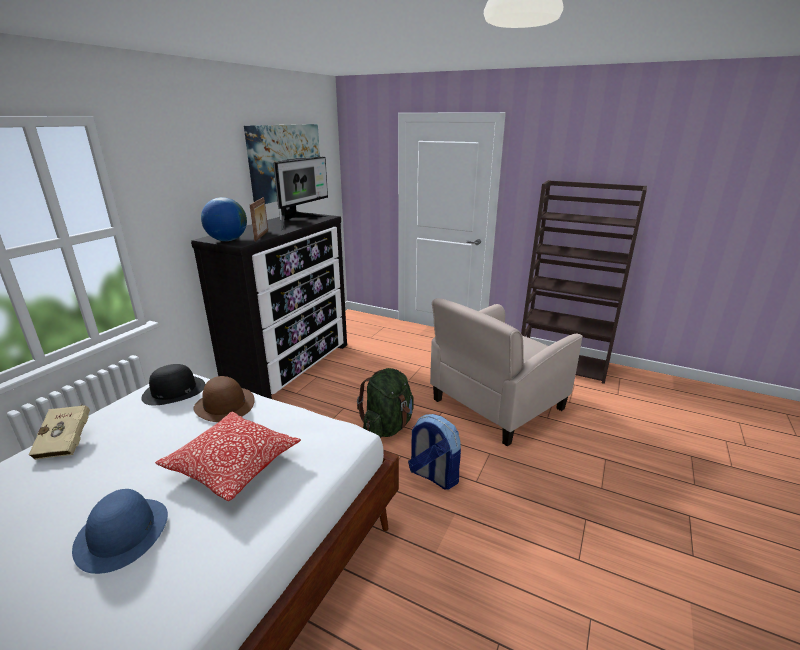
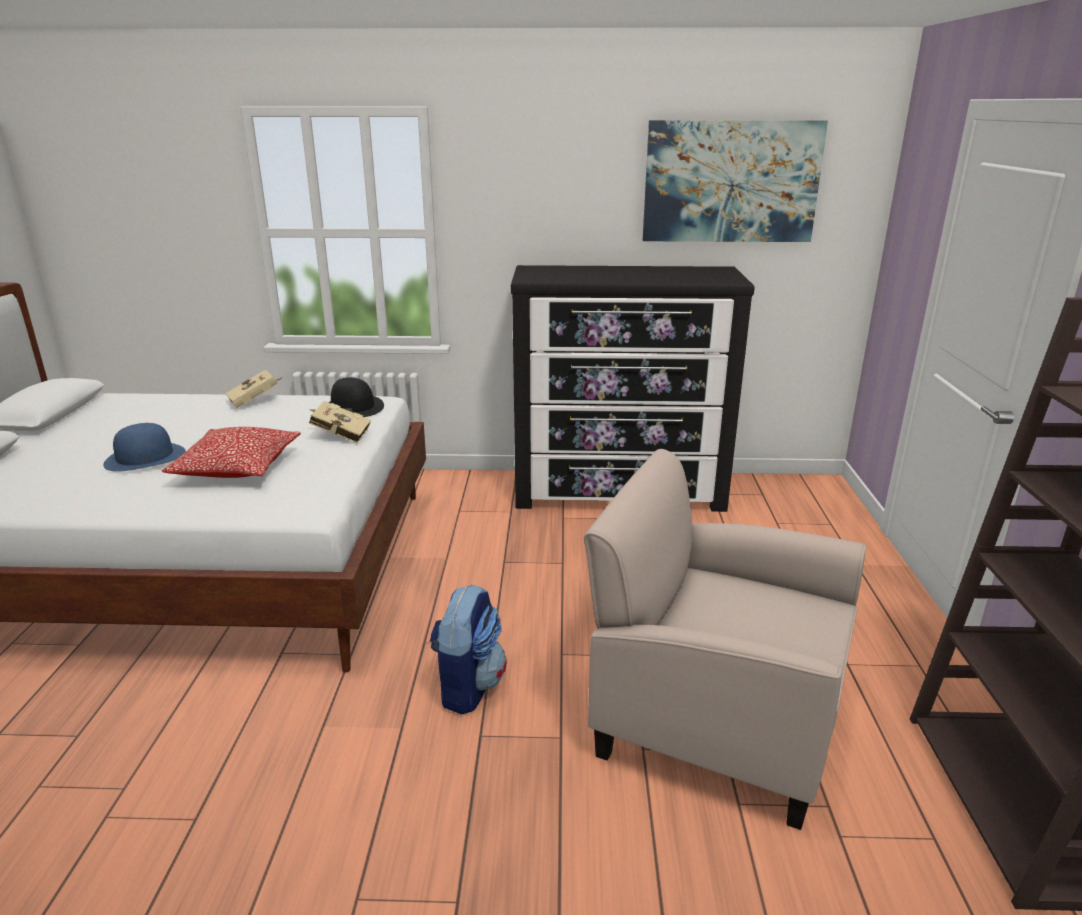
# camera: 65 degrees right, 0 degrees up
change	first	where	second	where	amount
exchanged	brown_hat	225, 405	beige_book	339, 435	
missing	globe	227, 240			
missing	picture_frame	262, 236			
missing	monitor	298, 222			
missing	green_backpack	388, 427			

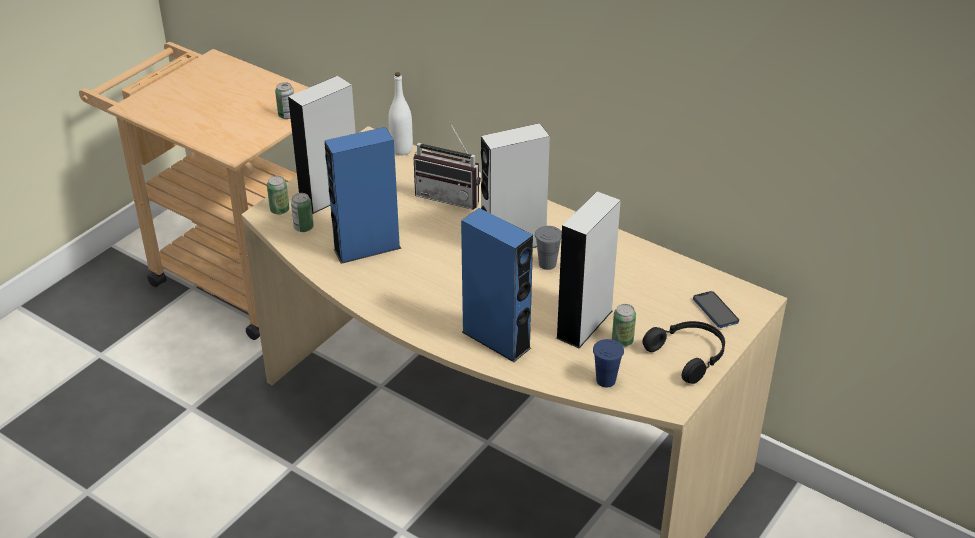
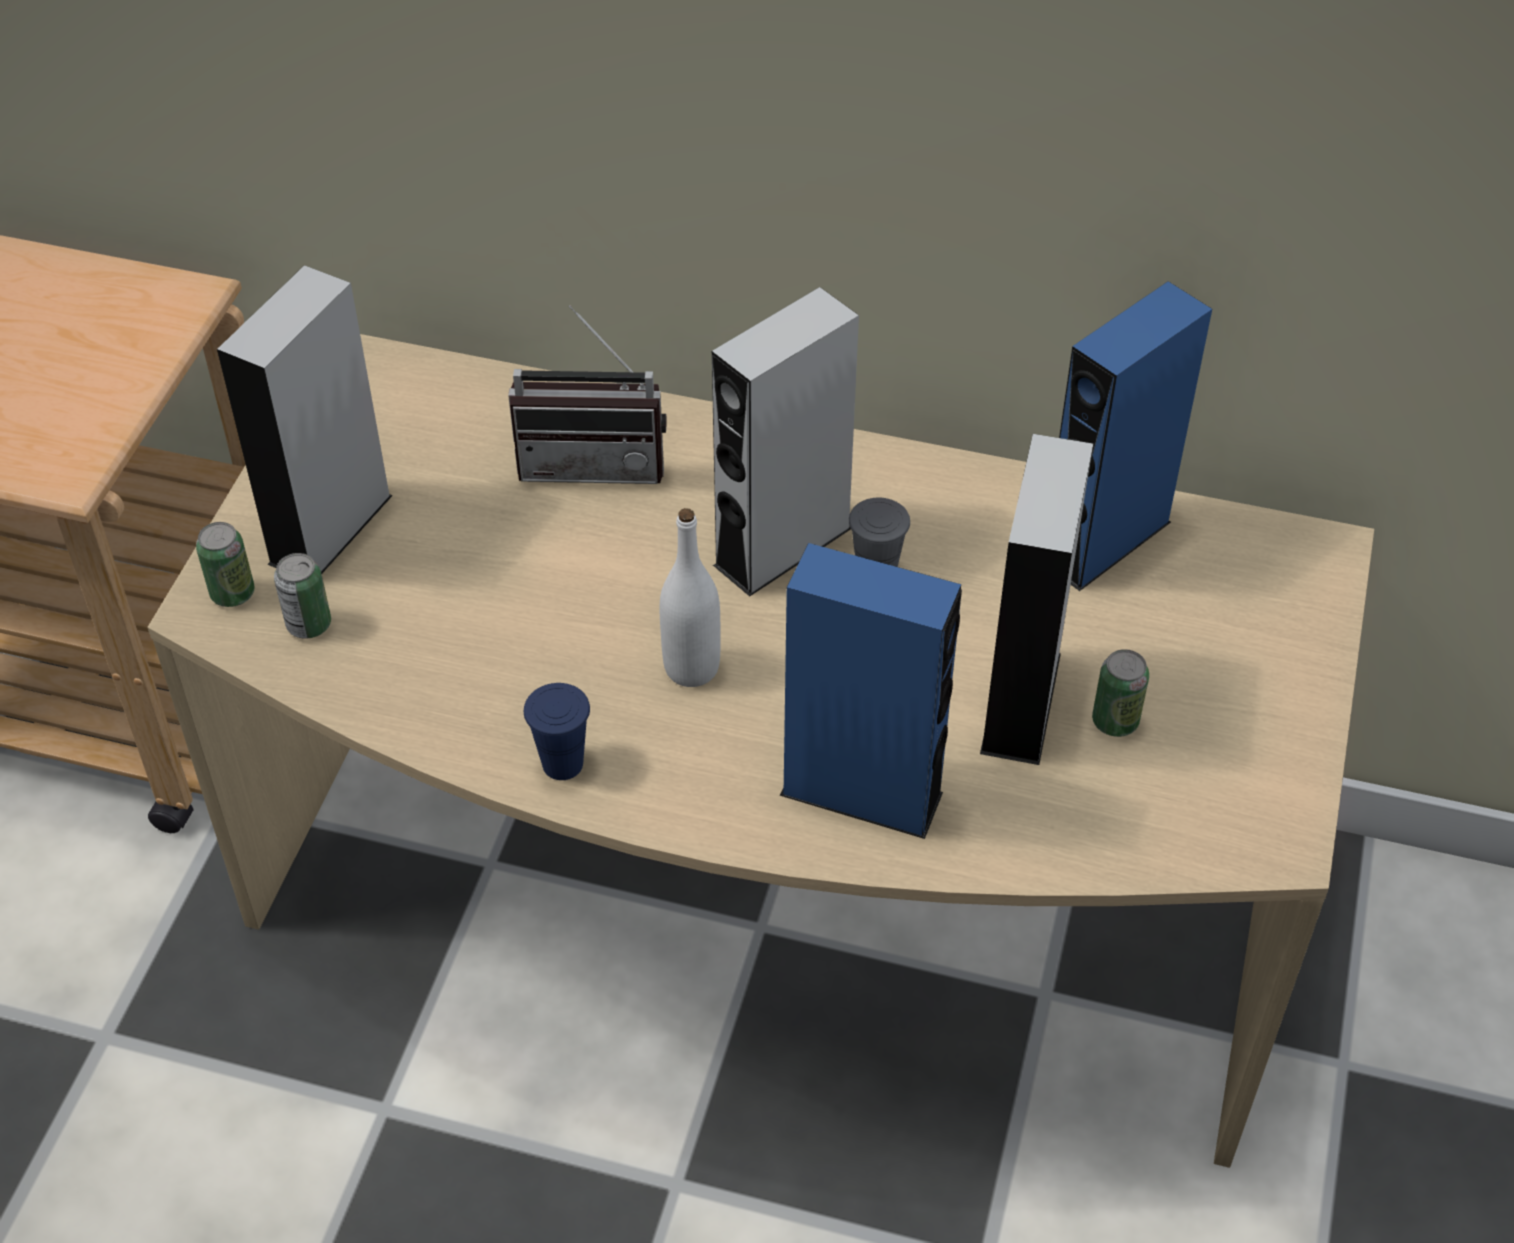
# camera: 20 degrees left, 10 degrees up
change	first	where	second	where	amount
missing	can	287, 115			
relocated	blue_speaker	367, 248		1104, 541	
relocated	white_bottle	401, 150		691, 668	
relocated	blue_cup	606, 380		562, 764	
missing	black_headphones	689, 355			
missing	phone	715, 310			

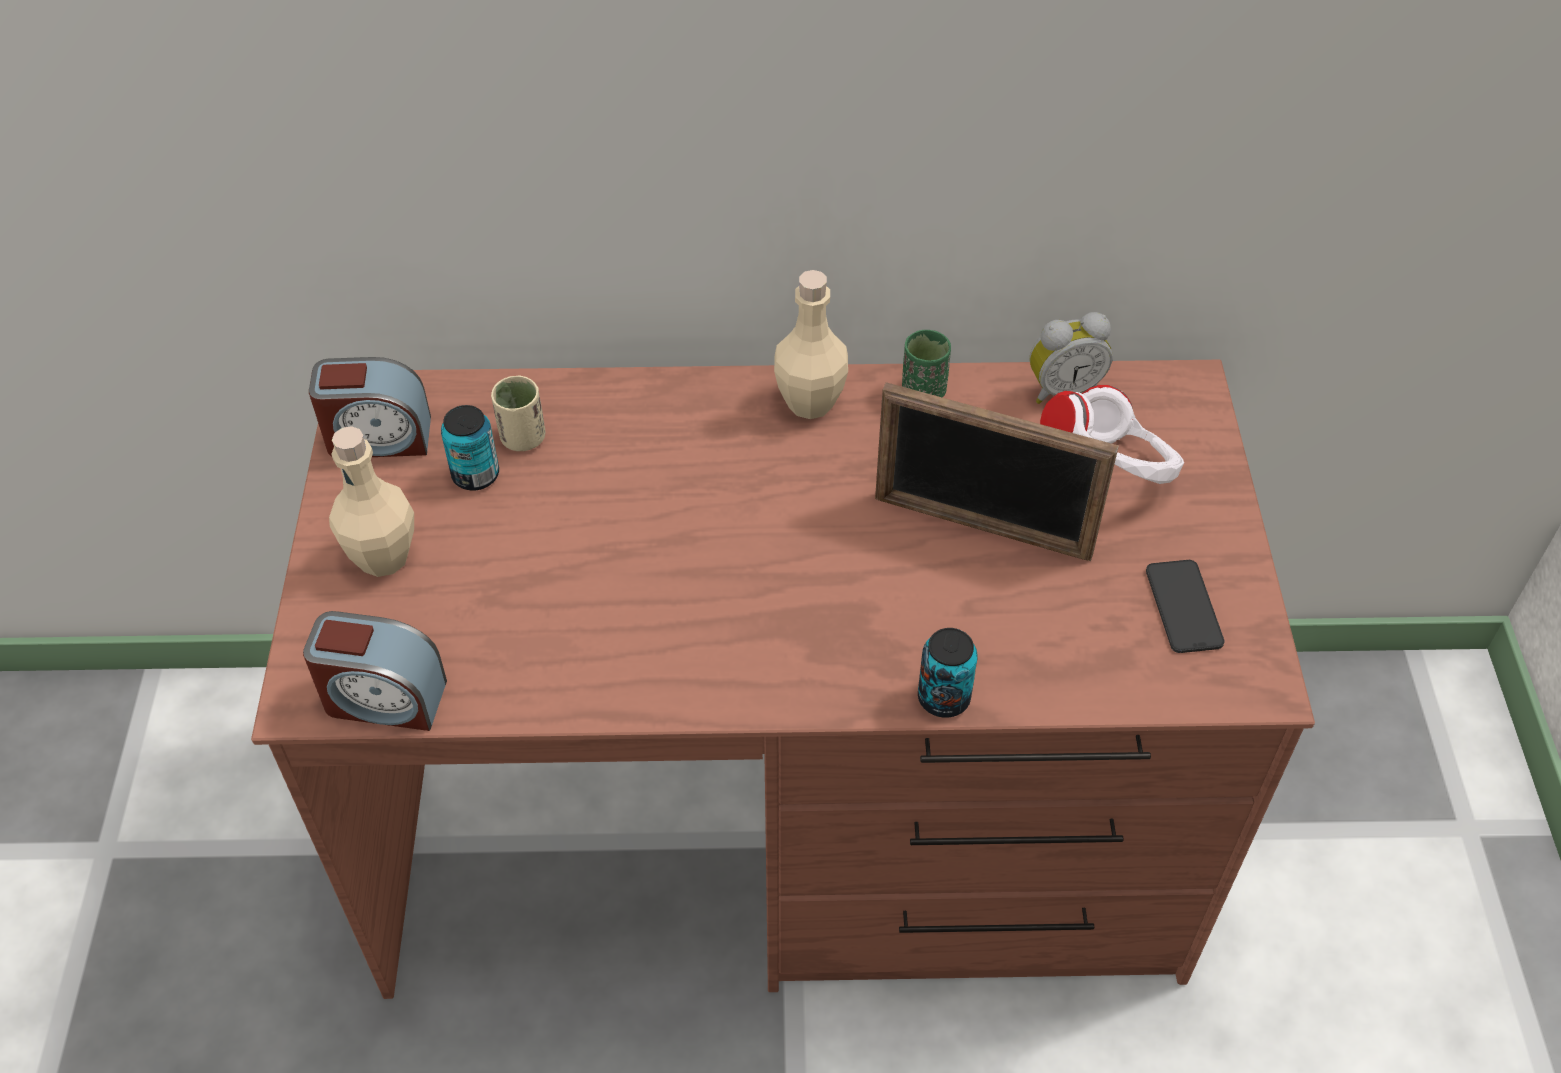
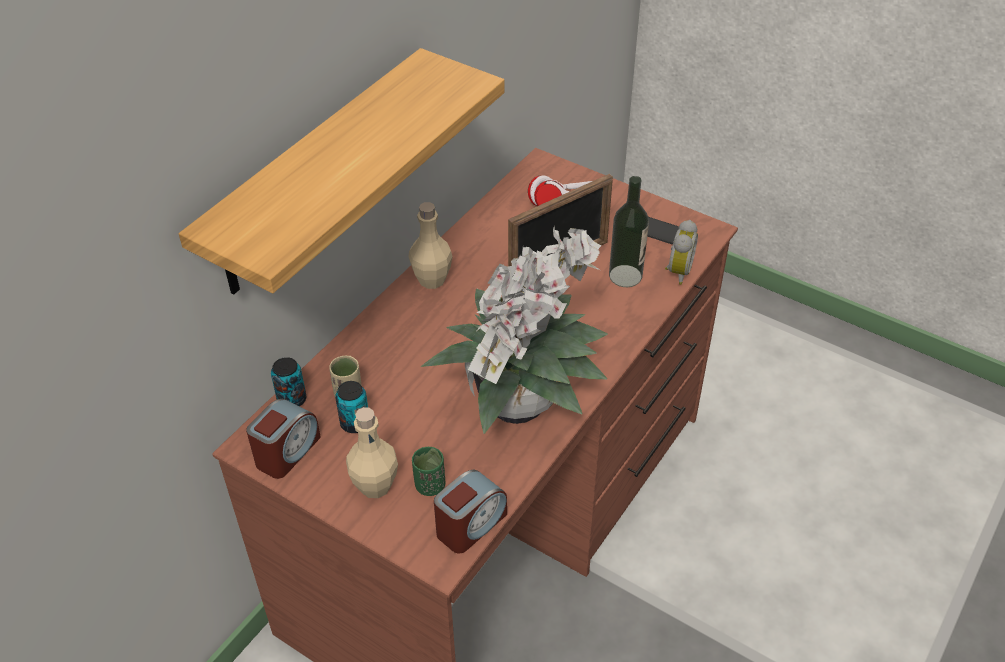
# camera: 55 degrees left, 5 degrees down
change	first	where	second	where	amount
relocated	green_cup	923, 391		430, 485	
relocated	can	943, 698		292, 399	
relocated	alarm_clock	1062, 388		677, 271	
appeared			shelf	317, 174	
appeared			potted_plant	522, 404	
appeared			bottle	625, 276	

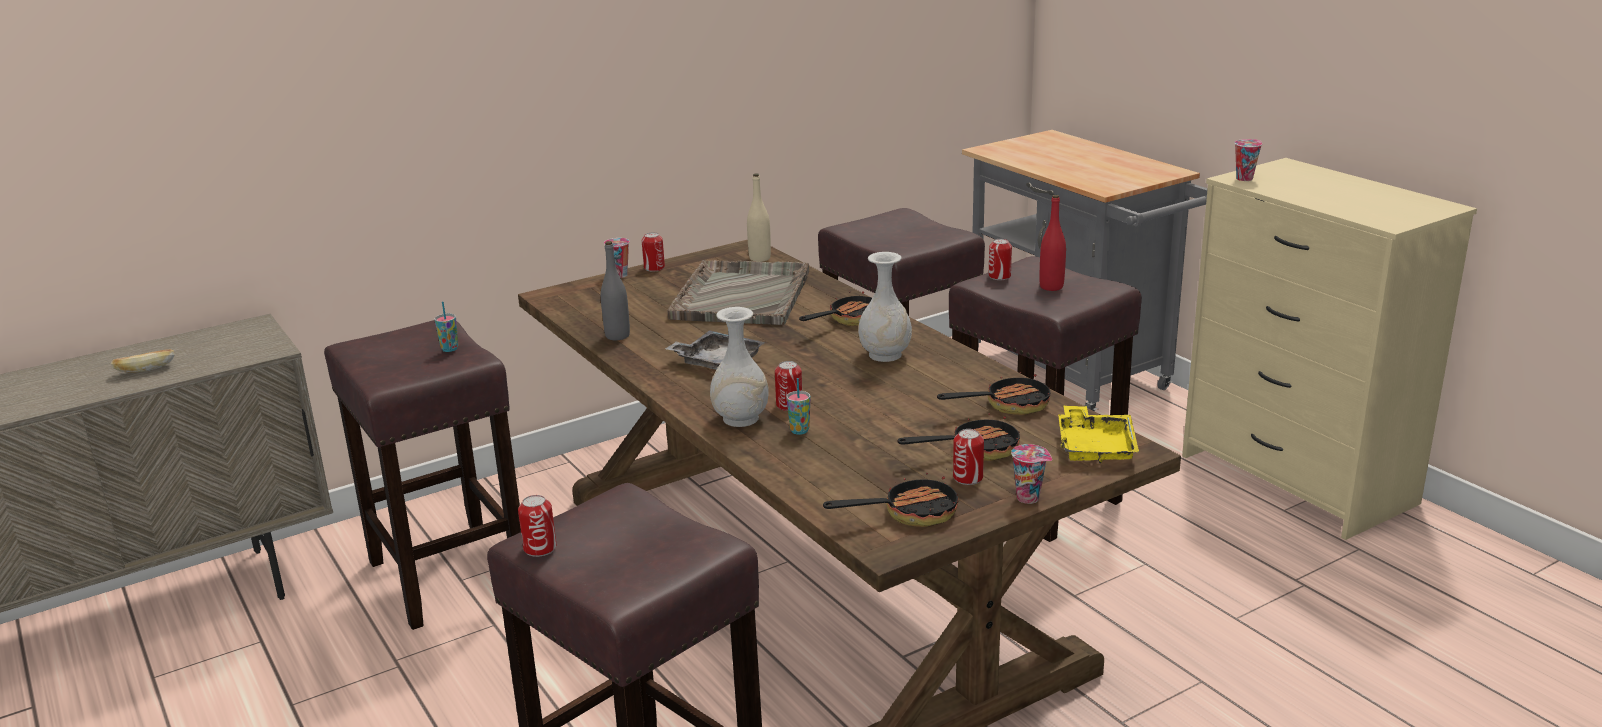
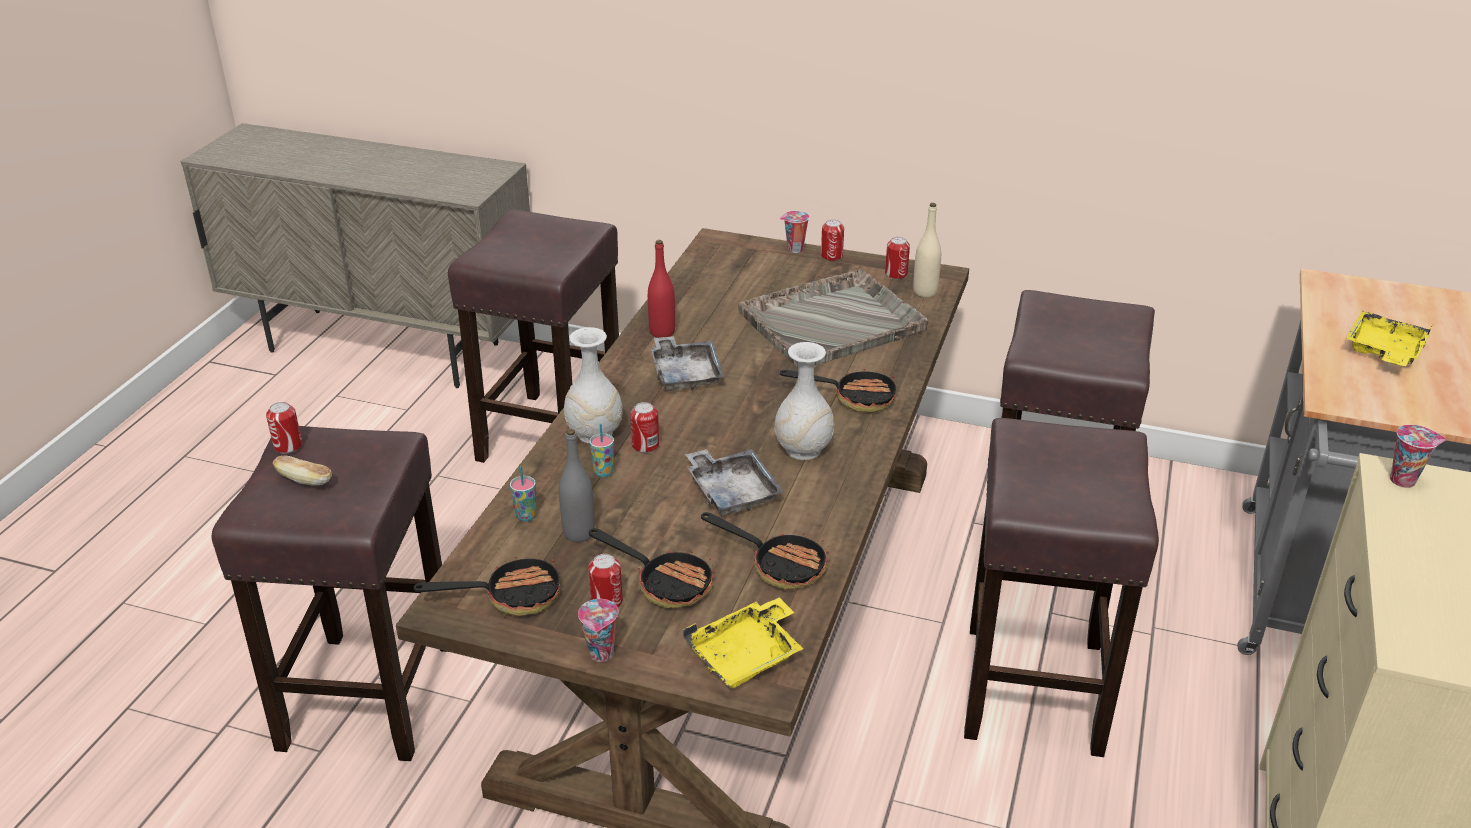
# camera: 50 degrees right, 10 degrees up
change	first	where	second	where	amount
relocated	bread	146, 370		304, 480	
relocated	cup	449, 349		526, 516	
relocated	grey_bottle	617, 336		579, 533	
spun	frying_pan	909, 513		511, 596	45 degrees counterclockwise
relocated	can	999, 276		896, 274	
relocated	red_bottle	1051, 287		662, 332	
appeared			grey_tray	732, 492	
appeared			yellow_tray	1383, 351	

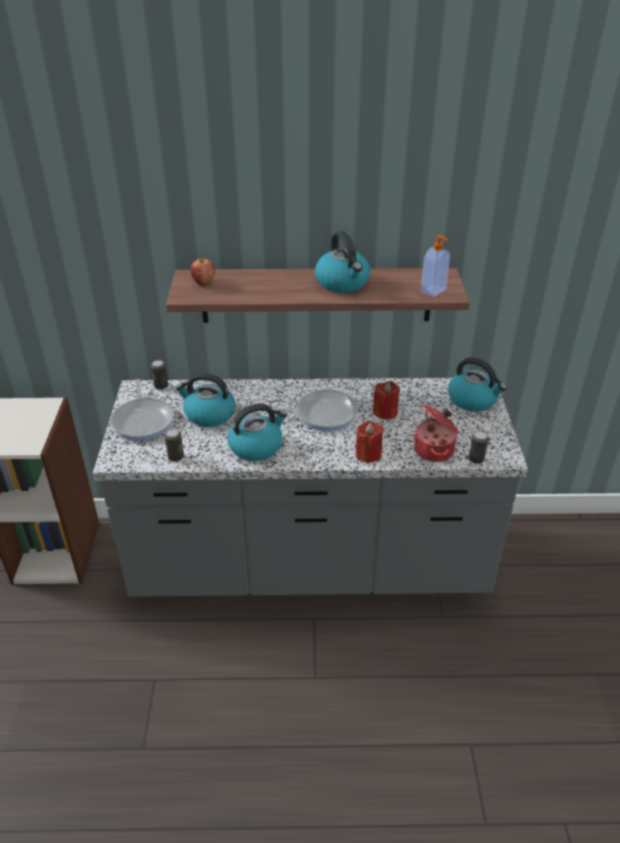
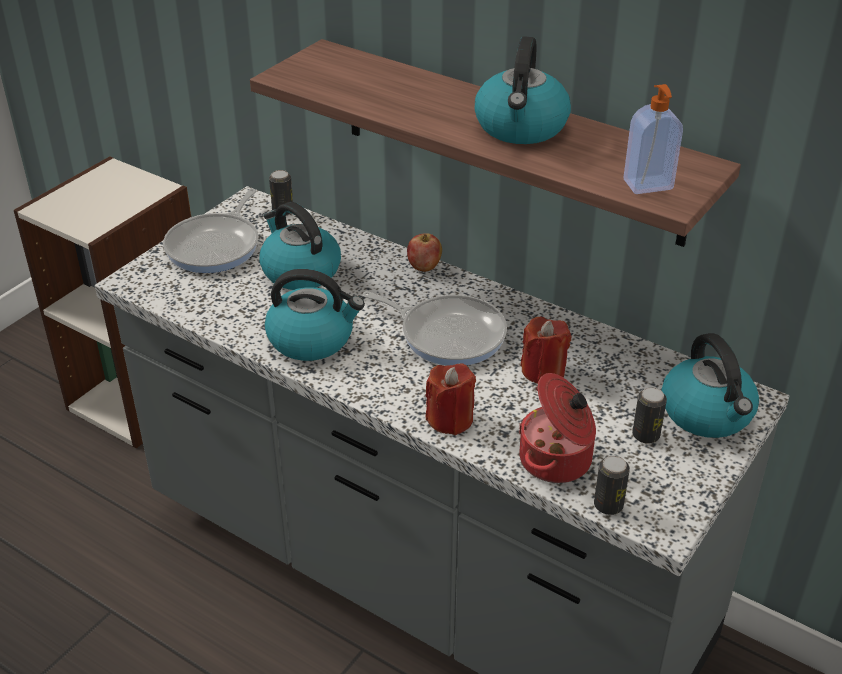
# camera: 35 degrees right, 0 degrees up
change	first	where	second	where	amount
relocated	can	176, 457		645, 435	
relocated	apple	203, 282		424, 267	

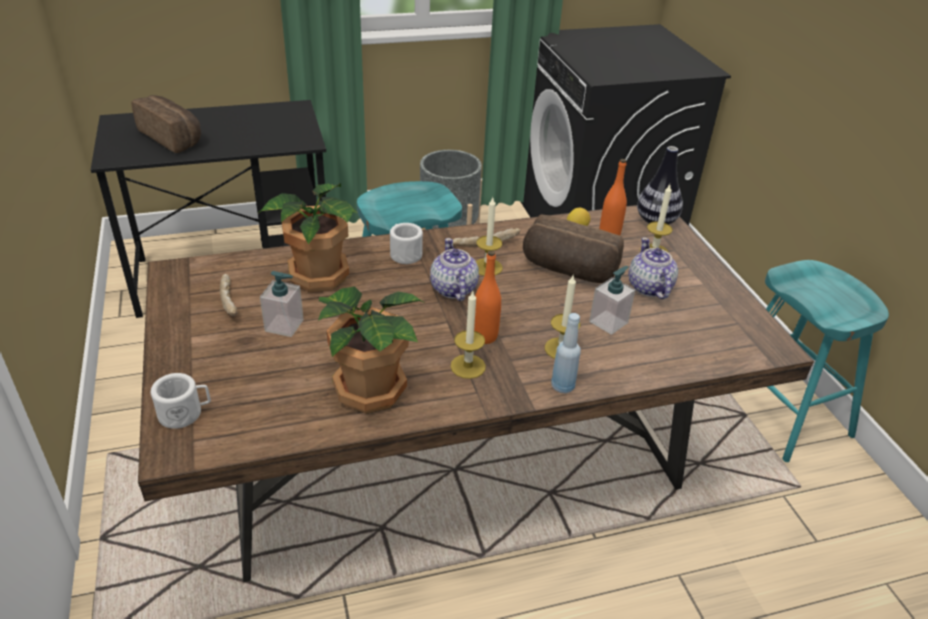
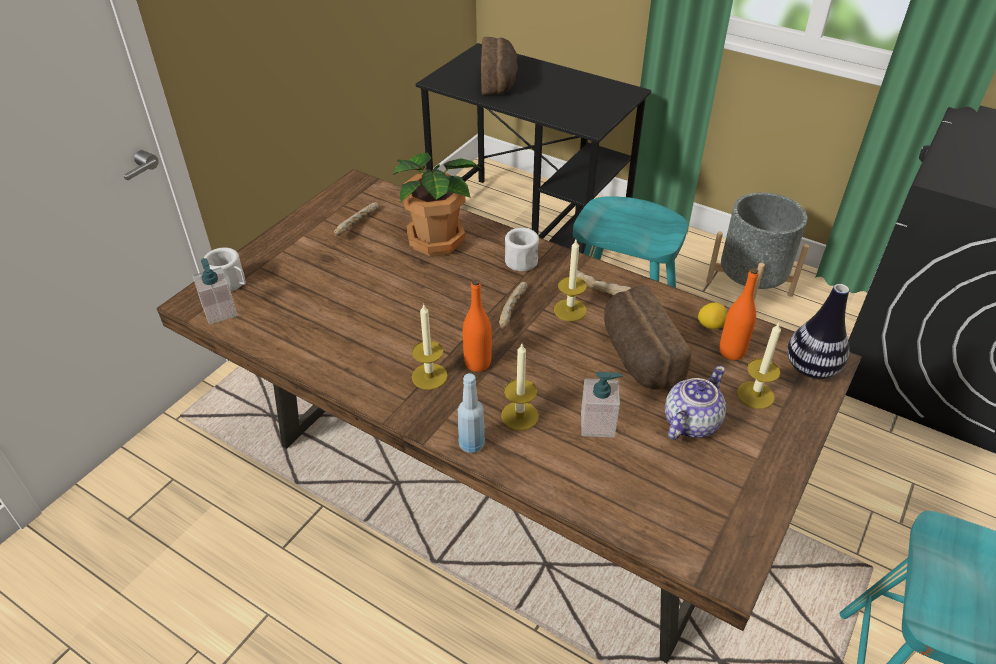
# camera: 50 degrees right, 5 degrees up
change	first	where	second	where	amount
relocated	soap_dispenser	284, 325		220, 312	
missing	potted_plant	370, 388			
exchanged	teapot	453, 289	bread	514, 310	

